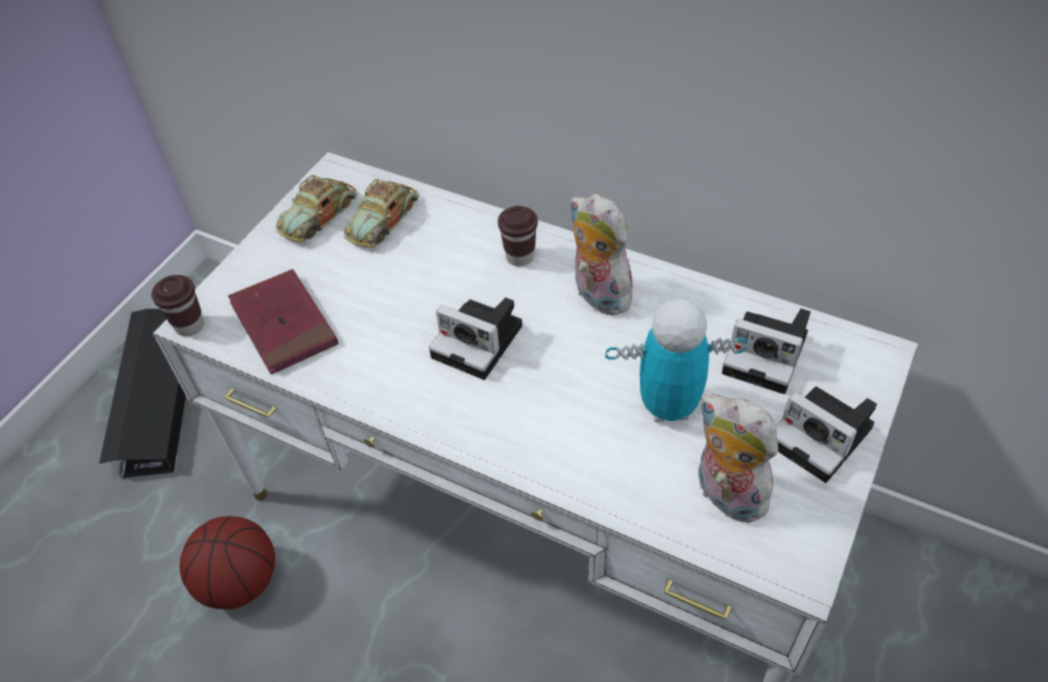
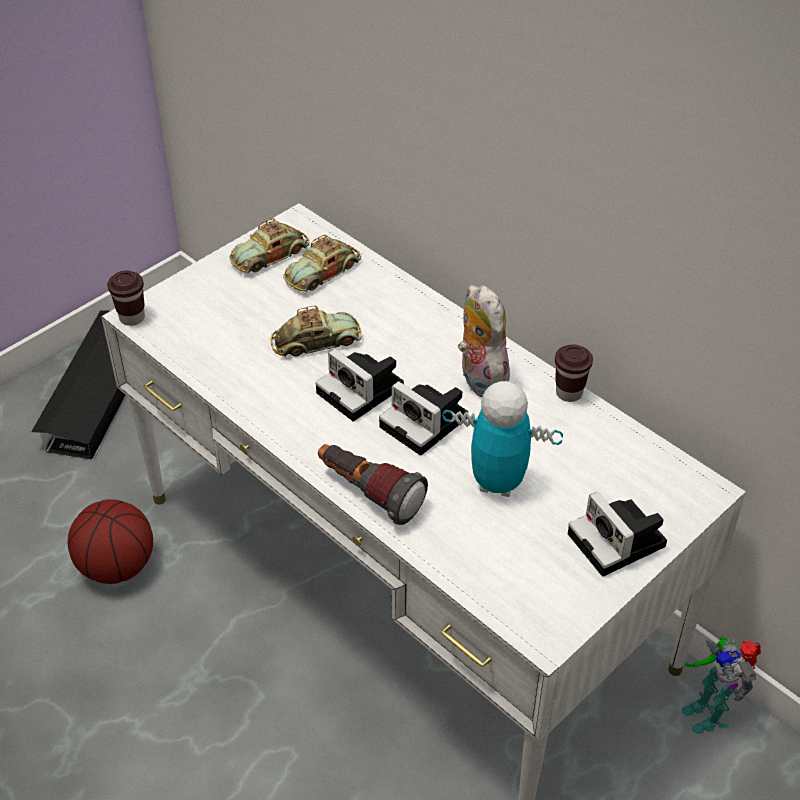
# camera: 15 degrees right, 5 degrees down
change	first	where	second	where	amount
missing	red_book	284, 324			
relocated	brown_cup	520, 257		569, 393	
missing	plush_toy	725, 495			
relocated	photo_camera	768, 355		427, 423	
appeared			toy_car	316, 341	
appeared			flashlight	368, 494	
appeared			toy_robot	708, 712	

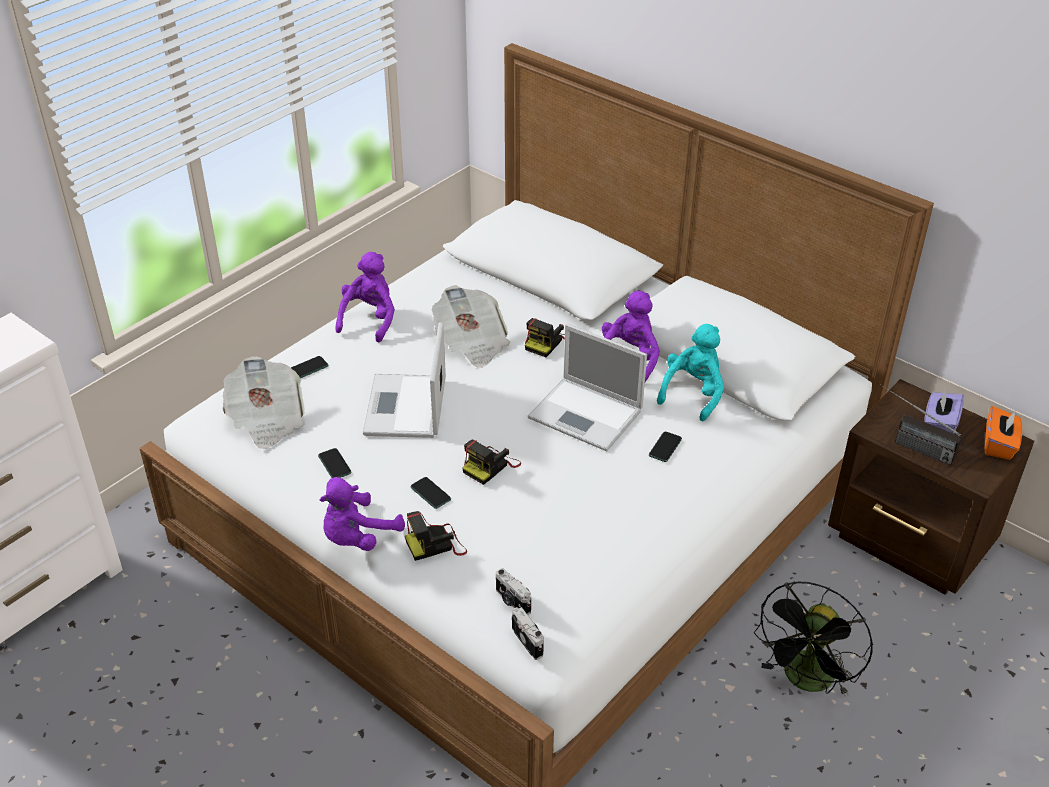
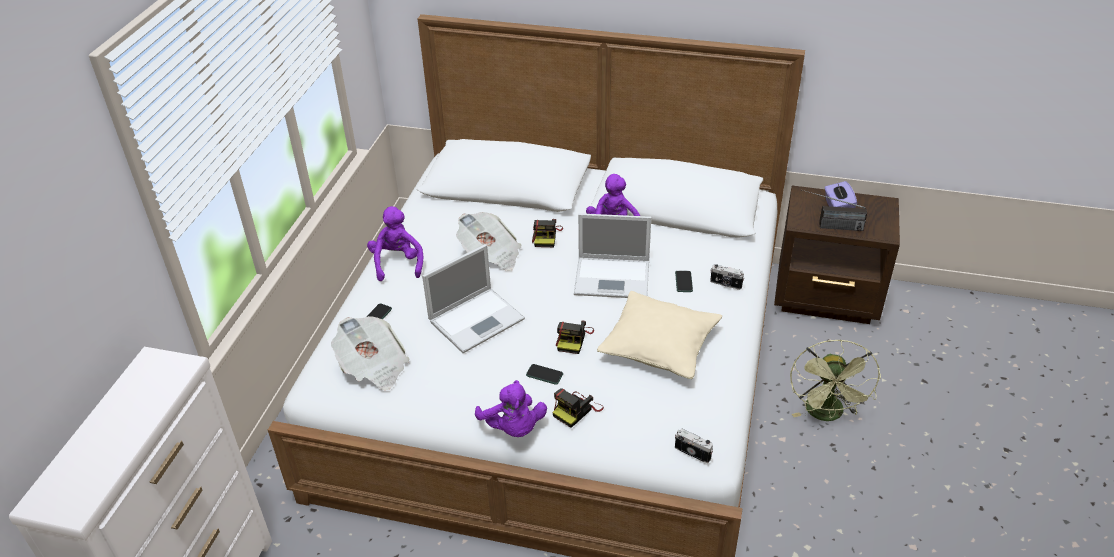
# camera: 25 degrees left, 0 degrees up
change	first	where	second	where	amount
missing	phone	334, 464			
spun	purple_plush_toy	357, 537		513, 428	45 degrees counterclockwise
spun	laptop	406, 408		478, 319	105 degrees counterclockwise
relocated	photo_camera	512, 601		725, 284	
missing	turquoise_plush_toy	693, 393			
colour	black_fan	806, 682	green_fan	826, 415	
missing	orange_tissue_box	999, 445			
appeared			beige_pillow	659, 346	

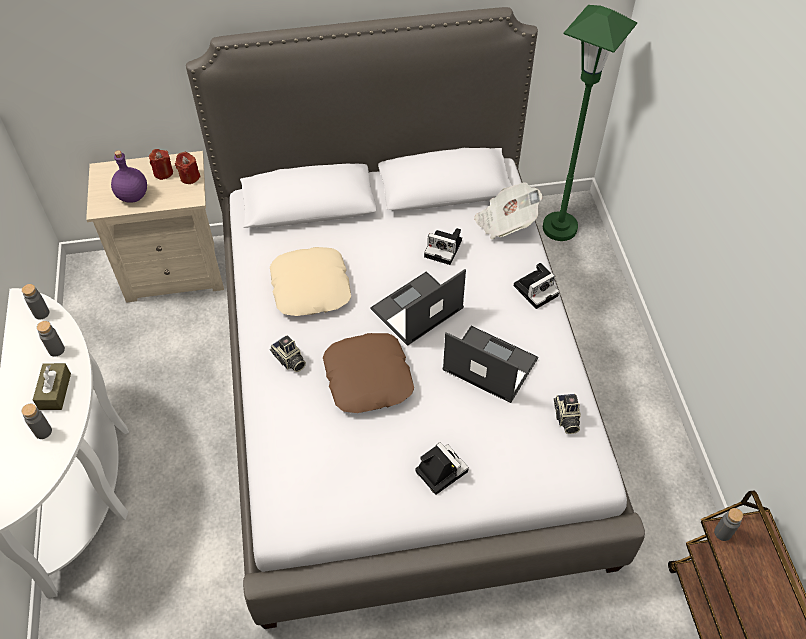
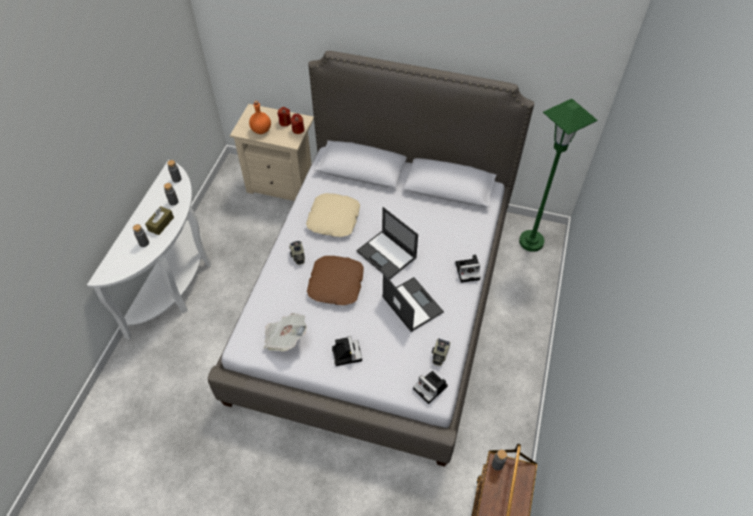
# camera: 25 degrees right, 0 degrees up
change	first	where	second	where	amount
colour	purple_bottle	132, 195	orange_bottle	261, 130	
spun	laptop	416, 309		387, 255	120 degrees counterclockwise
relocated	photo_camera	445, 248		431, 388	
relocated	newspaper	506, 222		285, 338	

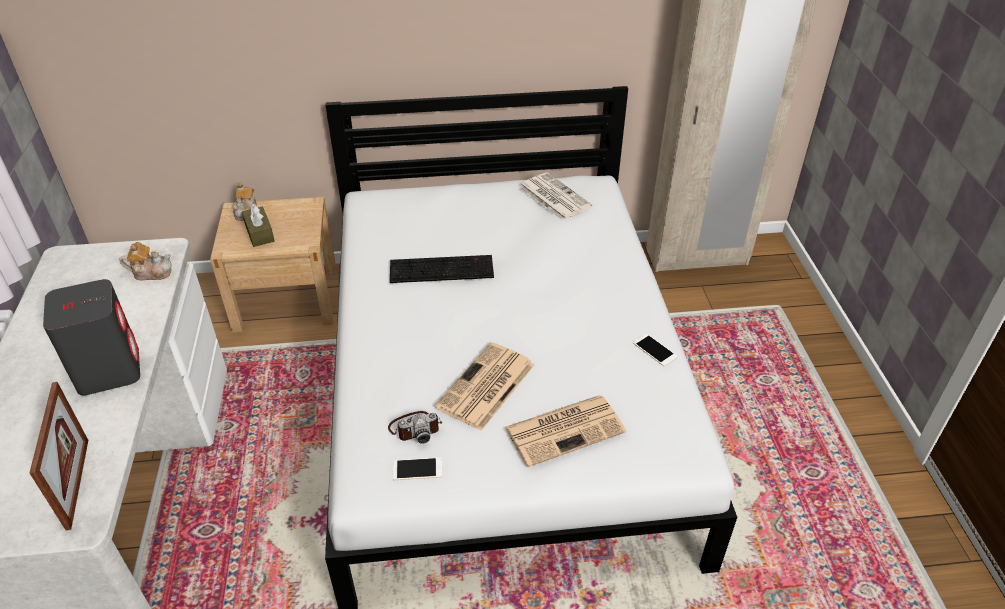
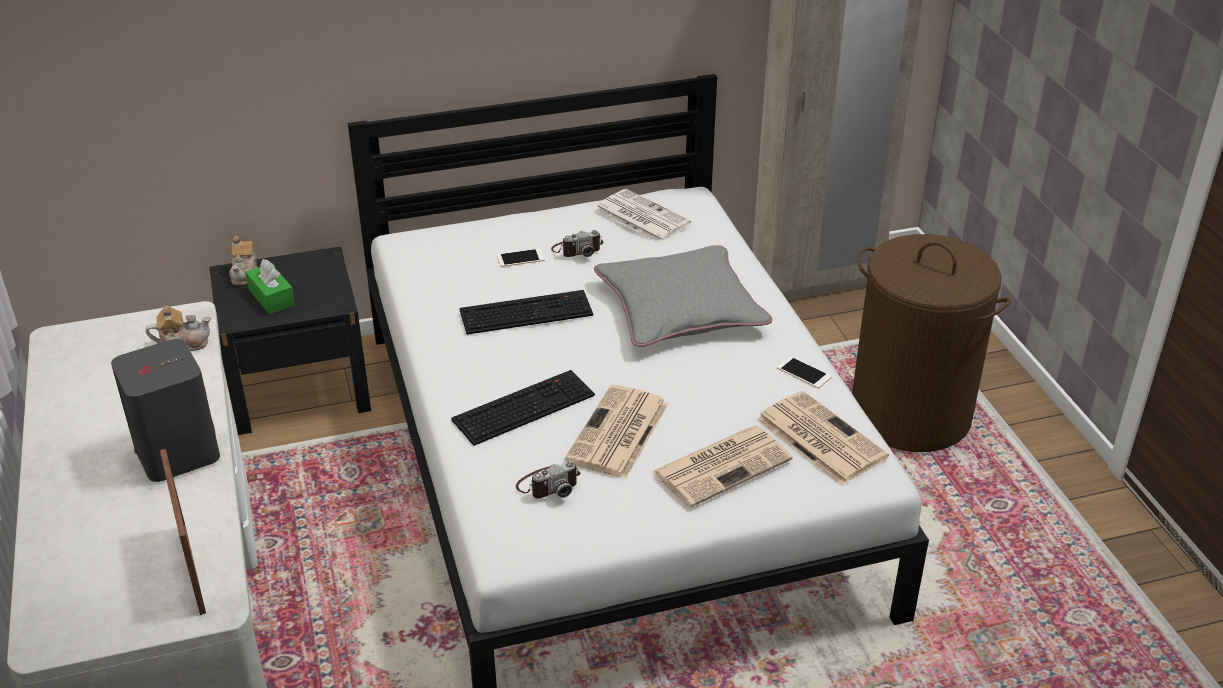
# camera: 10 degrees left, 5 degrees down
change	first	where	second	where	amount
colour	beige_nightstand	286, 298	black_nightstand	298, 387	
colour	brown_tissue_box	259, 233	green_tissue_box	271, 297	
relocated	phone	417, 469		521, 258	
appeared			keyboard	524, 406	
appeared			photo_camera	577, 249	
appeared			grey_pillow	680, 308	
appeared			newspaper	819, 438	
appeared			brown_laundry_basket	909, 415	

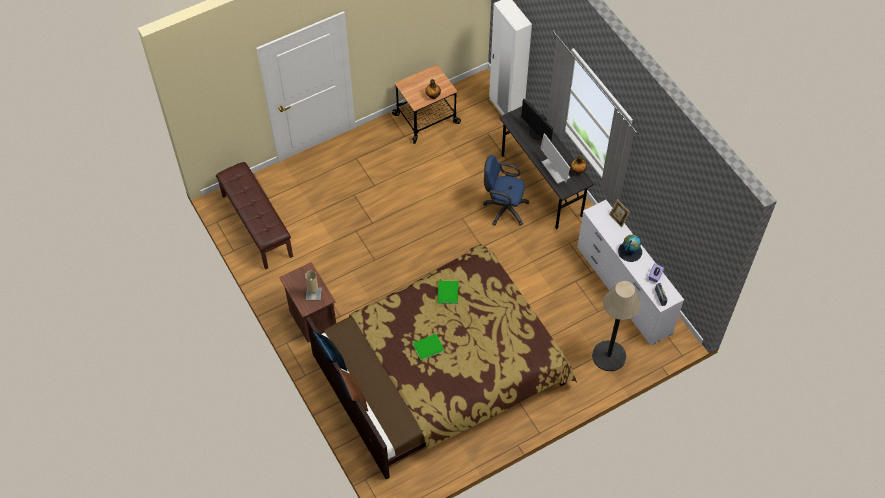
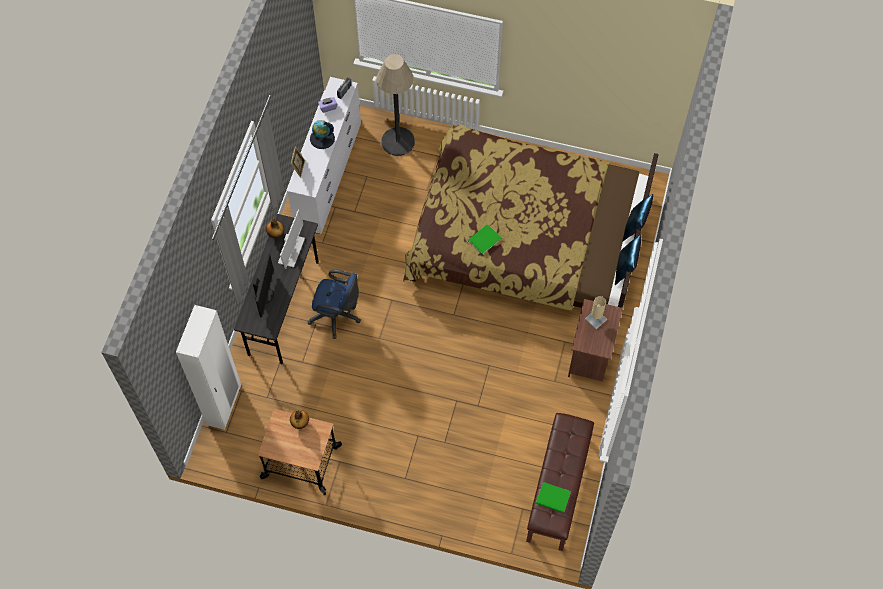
# camera: 135 degrees left, 5 degrees up
change	first	where	second	where	amount
colour	brown_pillow	353, 397	blue_pillow	635, 227	
relocated	green_book	427, 347		553, 499	
spun	blue_office_chair	503, 208		337, 316	45 degrees counterclockwise

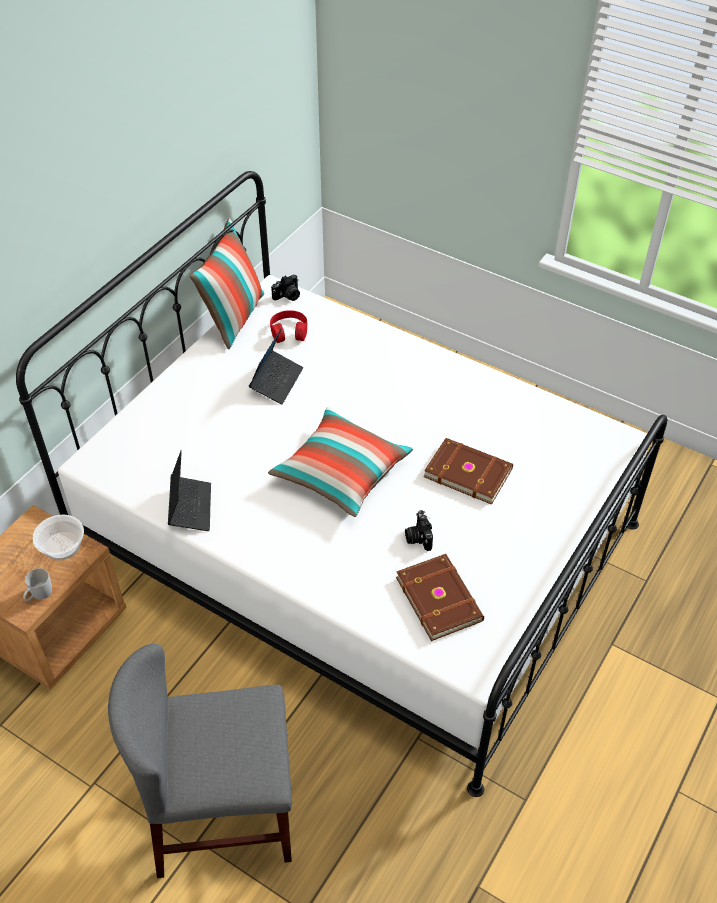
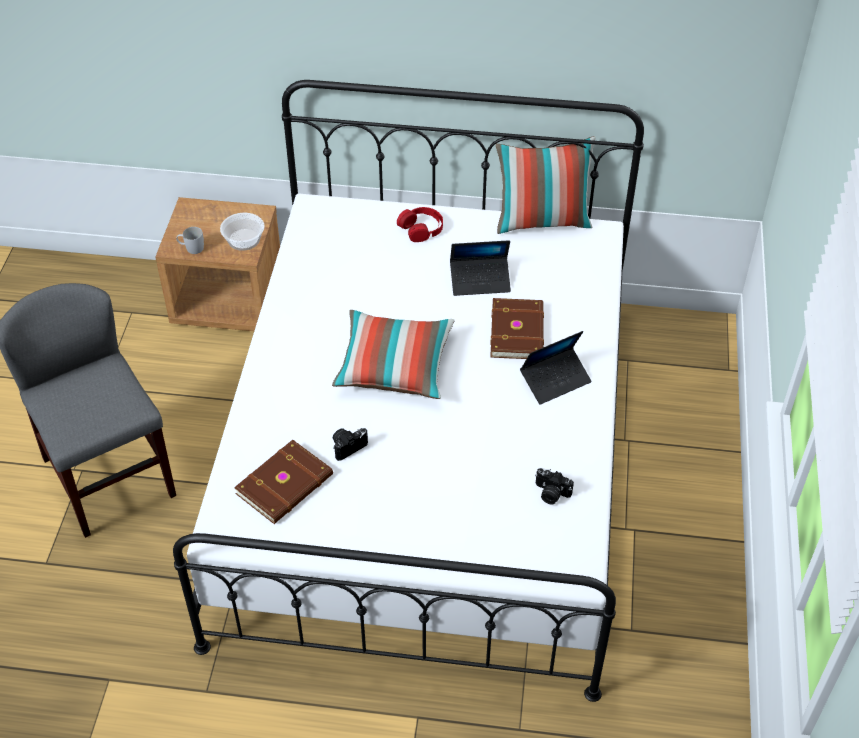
# camera: 65 degrees right, 0 degrees up
change	first	where	second	where	amount
relocated	laptop	190, 507		555, 380	
relocated	red_headphones	289, 331		421, 228	
relocated	photo_camera	288, 296		551, 494	
relocated	brown_book	468, 472		518, 331	

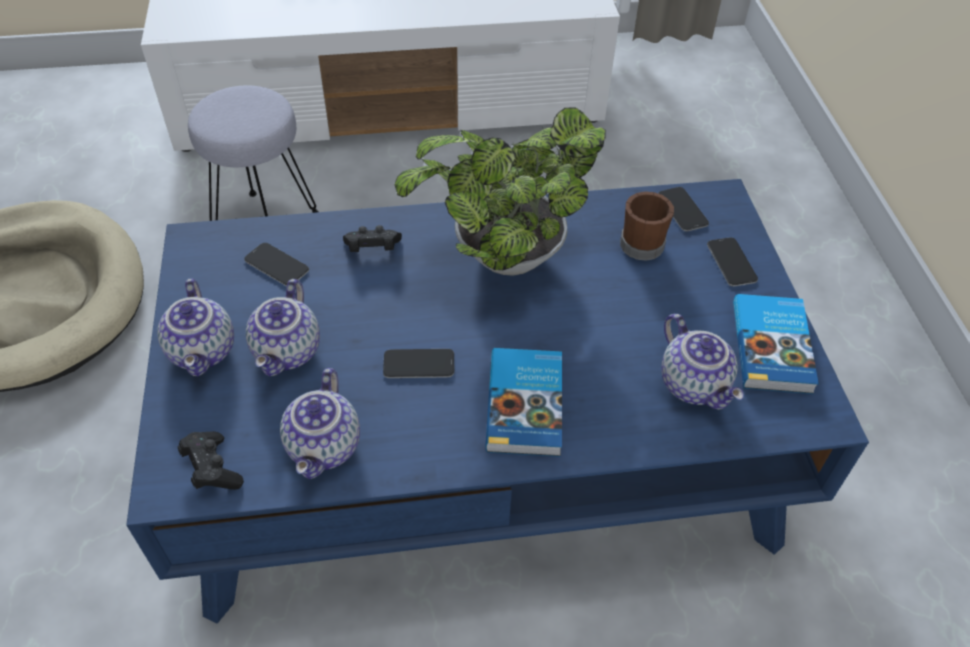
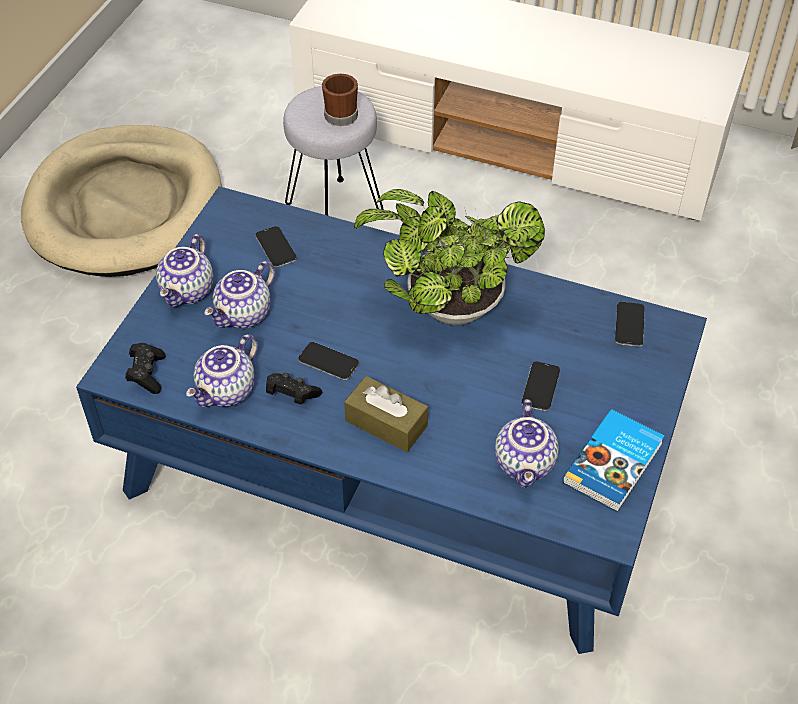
# camera: 30 degrees right, 0 degrees up
change	first	where	second	where	amount
relocated	black_game_controller	372, 249		291, 395	
exchanged	book	527, 404	brown_tissue_box	386, 423	
relocated	brown_mug	640, 241		343, 113	
relocated	phone	731, 263		540, 387	

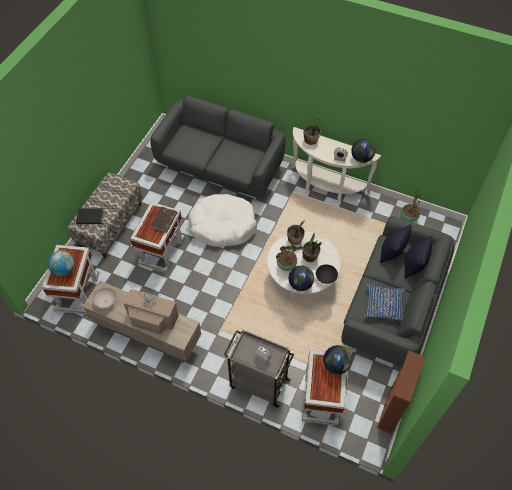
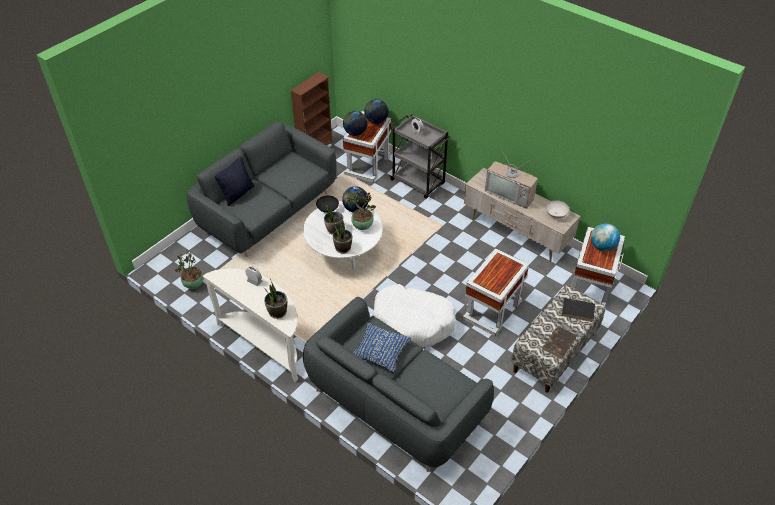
# camera: 165 degrees left, 10 degrees down
change	first	where	second	where	amount
relocated	brown_book	164, 220		559, 343	
relocated	globe	361, 158		376, 121	
relocated	blue_pillow	384, 305		380, 351	
missing	black_pillow	391, 252			

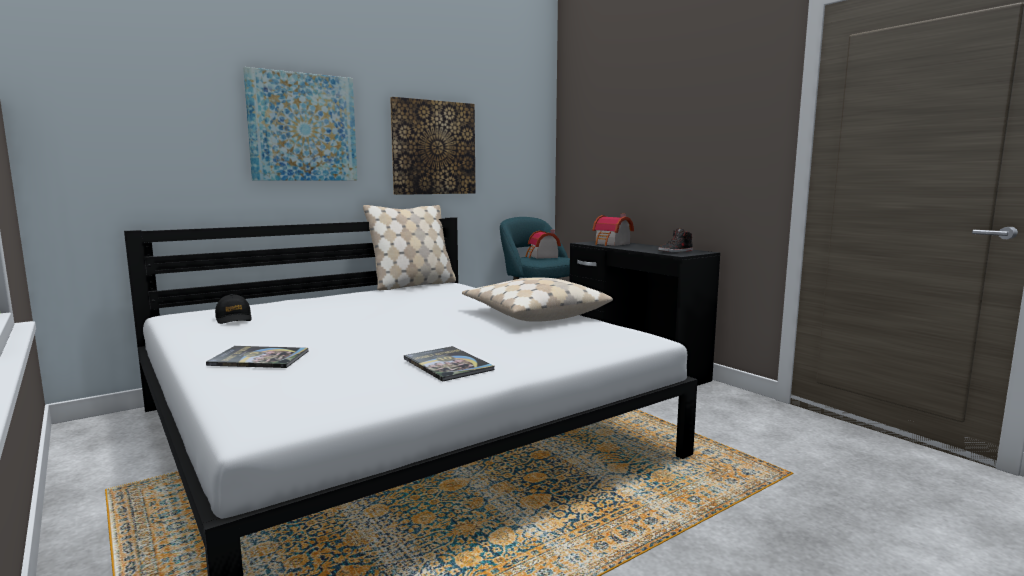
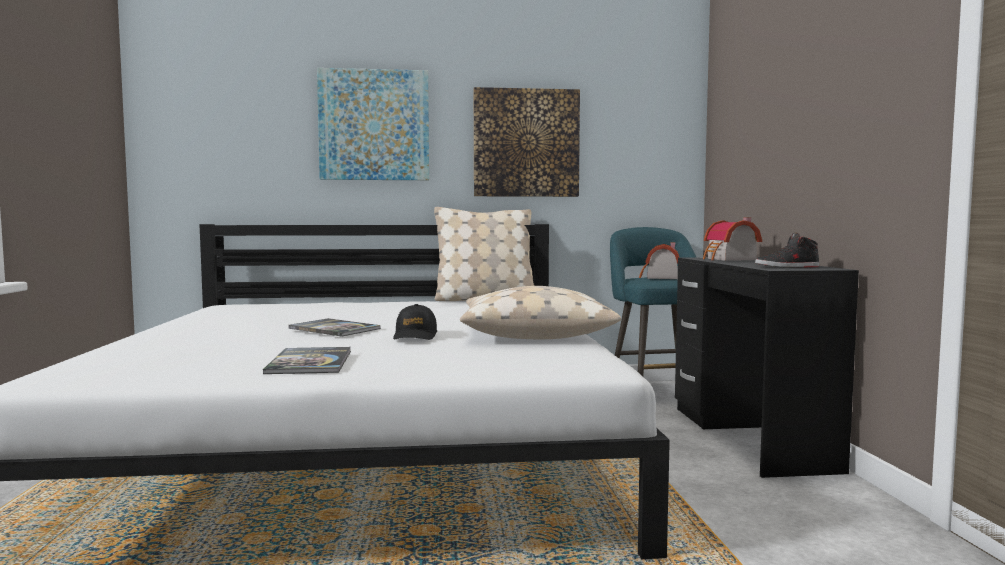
# camera: 30 degrees right, 5 degrees down
change	first	where	second	where	amount
relocated	book	259, 358		334, 329	
relocated	black_cap	234, 318		415, 336	

